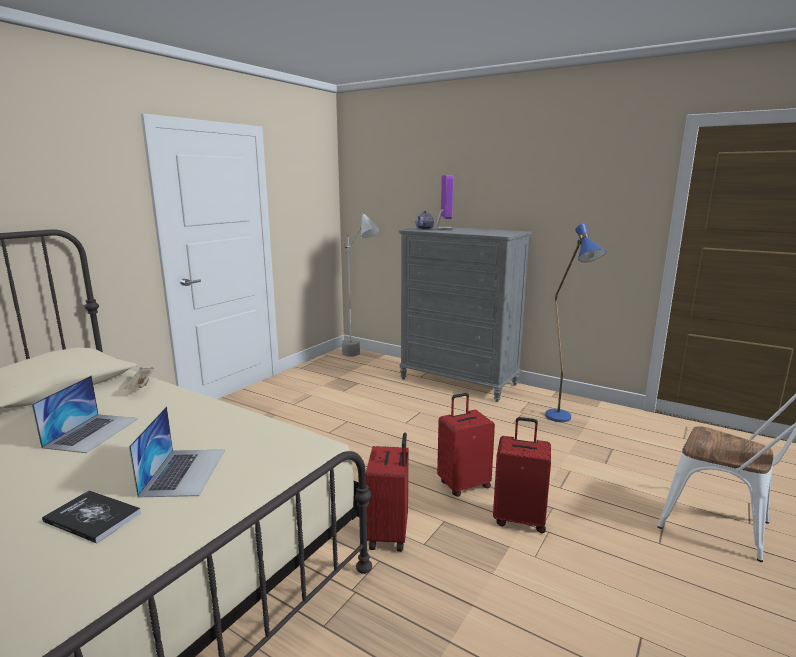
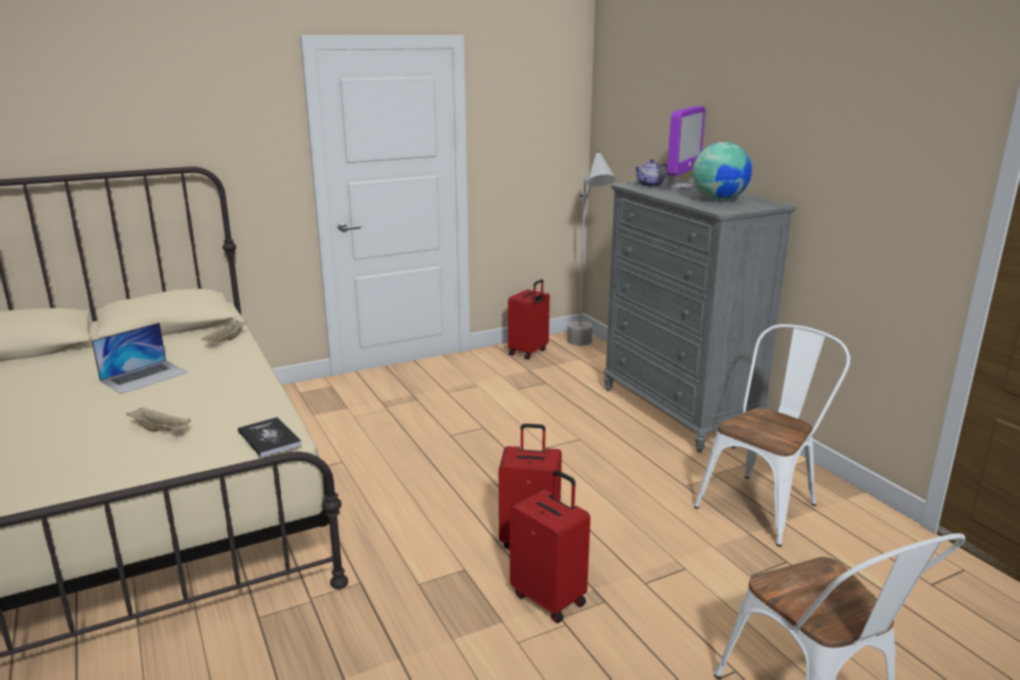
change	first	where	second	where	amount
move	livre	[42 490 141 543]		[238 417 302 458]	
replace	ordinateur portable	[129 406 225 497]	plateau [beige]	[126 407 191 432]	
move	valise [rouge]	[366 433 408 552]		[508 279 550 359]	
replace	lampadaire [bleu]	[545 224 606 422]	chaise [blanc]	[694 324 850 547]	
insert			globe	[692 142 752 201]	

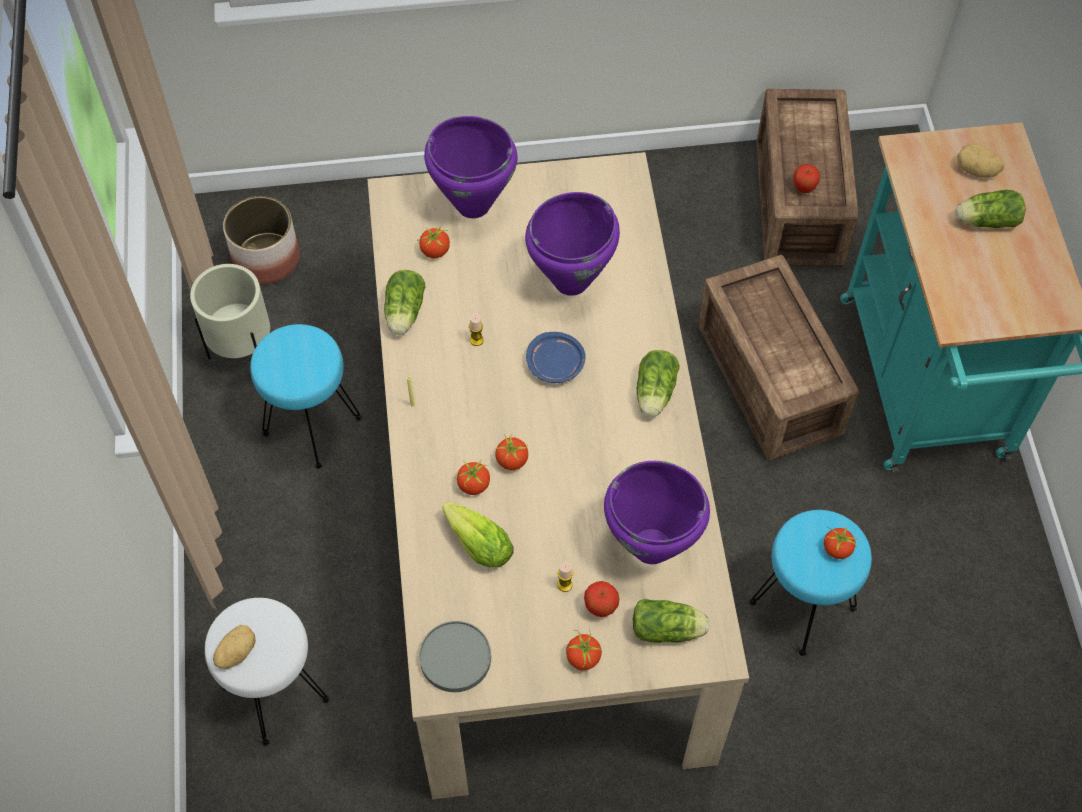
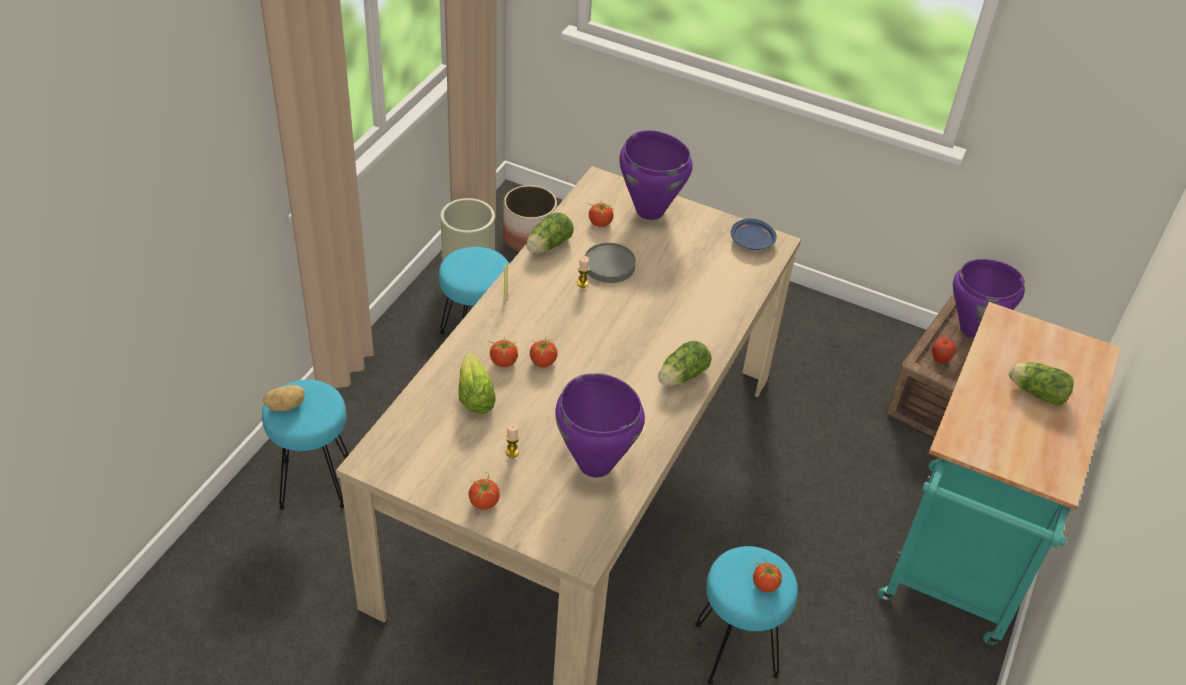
change	first	where	second	where	amount
recolor	tabouret [blanc]	[205 598 330 746]	tabouret [turquoise]	[262 380 348 510]	
move	assiette [gris]	[419 621 491 692]		[585 243 636 283]	
move	marmite [violet]	[525 192 620 296]		[953 259 1025 338]	
move	assiette [bleu]	[526 332 586 383]		[731 219 777 250]	
delete	pomme	[584 581 619 617]			
delete	laitue	[633 599 710 643]			
delete	caisse	[698 255 859 460]			
delete	pomme de terre	[957 144 1005 178]			

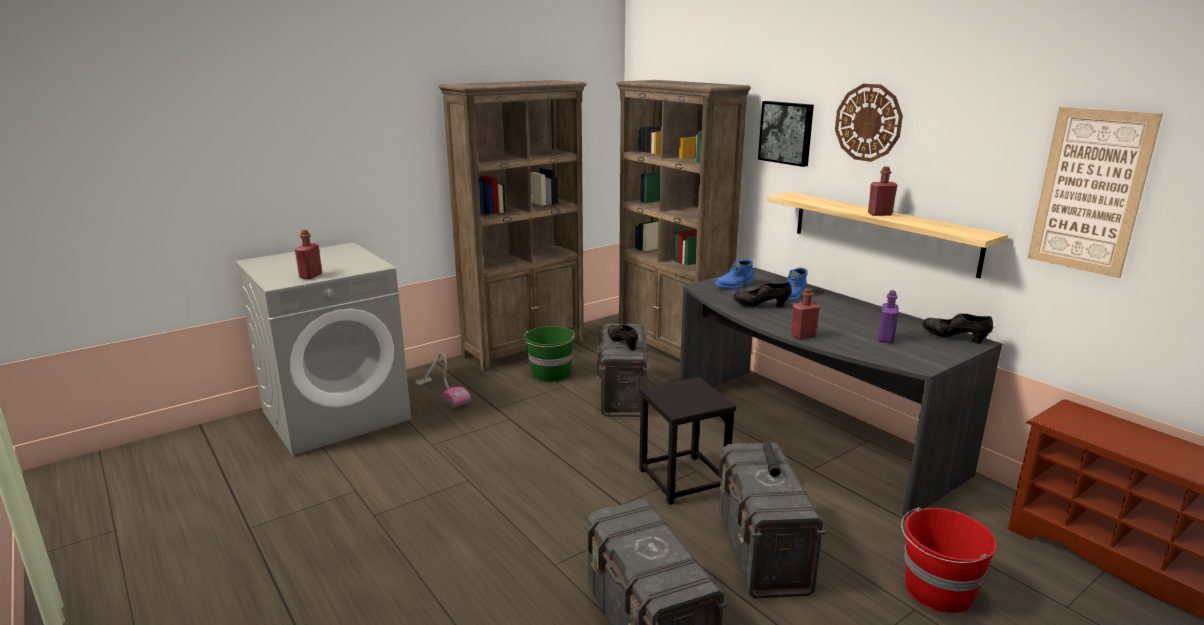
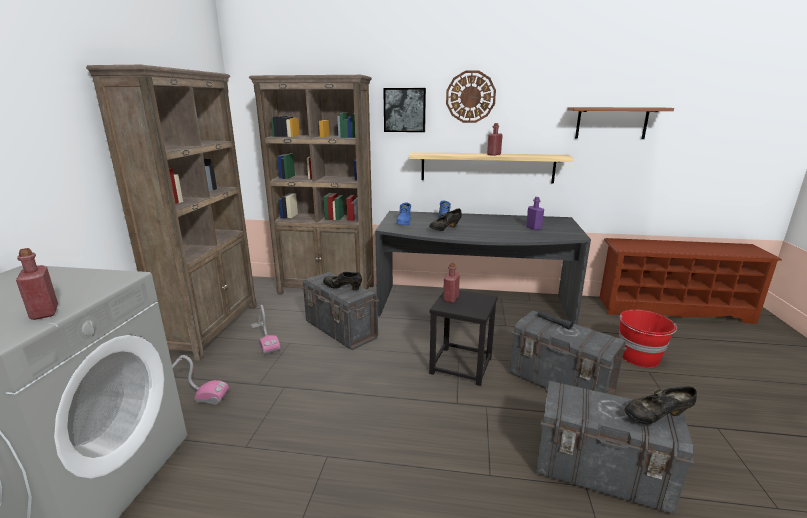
change	first	where	second	where	amount
replace	seau [vert]	[523 326 575 382]	aspirateur	[251 305 280 355]	
move	bouteille [rouge]	[791 288 820 339]		[443 263 460 303]	
move	chaussure [noir]	[922 313 993 344]		[624 386 697 424]	
replace	tableau	[1028 107 1163 278]	étagère [marron]	[567 107 674 139]	

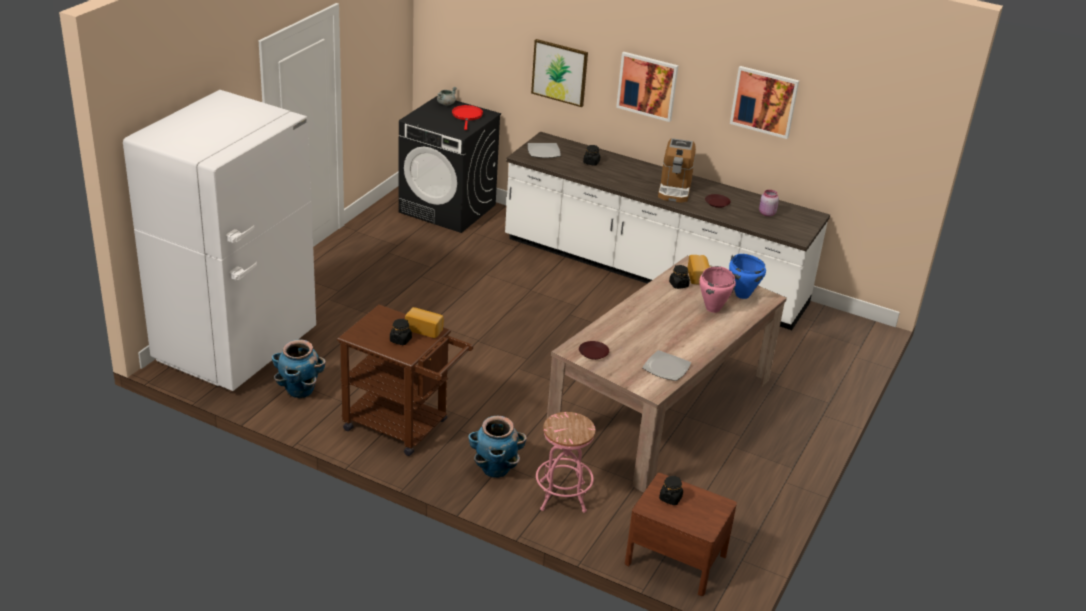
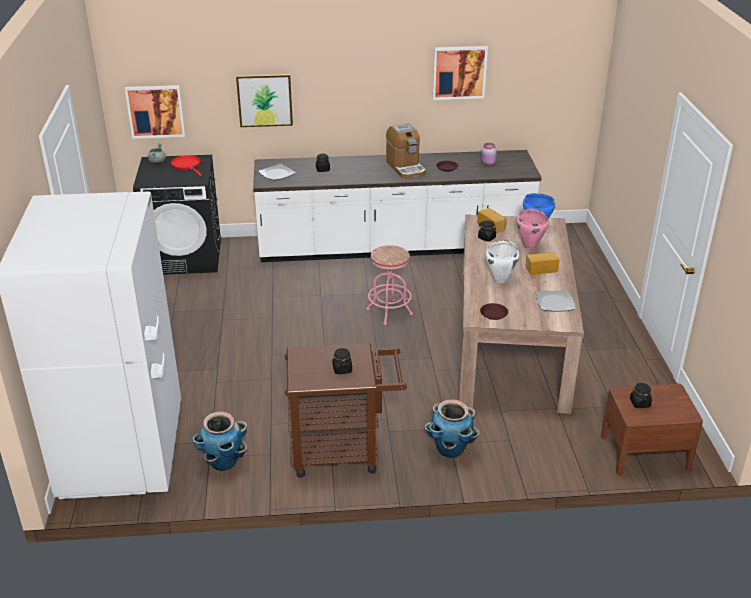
change	first	where	second	where	amount
move	pain	[405 307 444 338]		[526 252 560 275]	
move	tabouret [rose]	[536 412 595 513]		[366 245 413 325]	
move	tableau	[616 52 678 122]		[125 85 185 139]	
insert			marmite [blanc]	[486 241 519 283]	

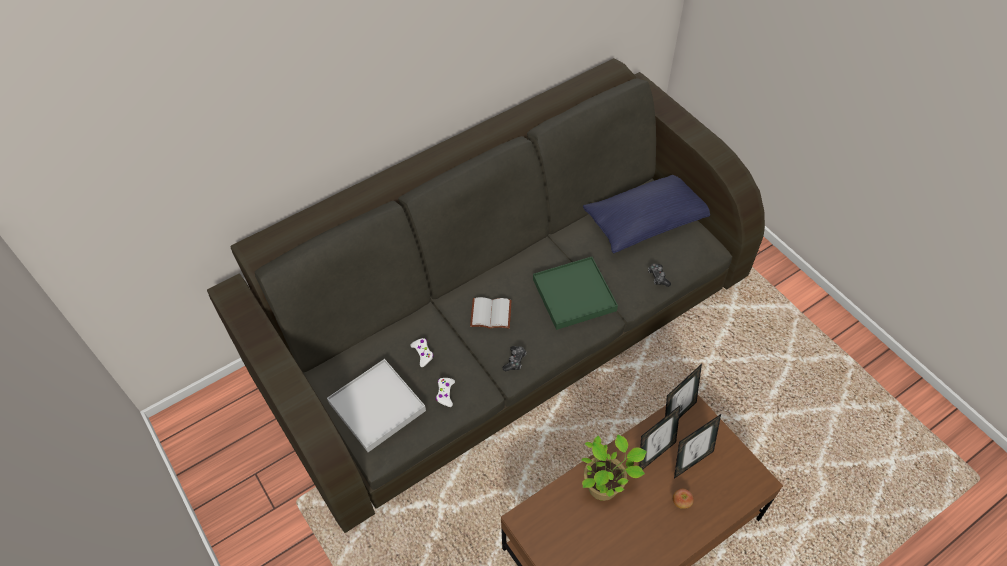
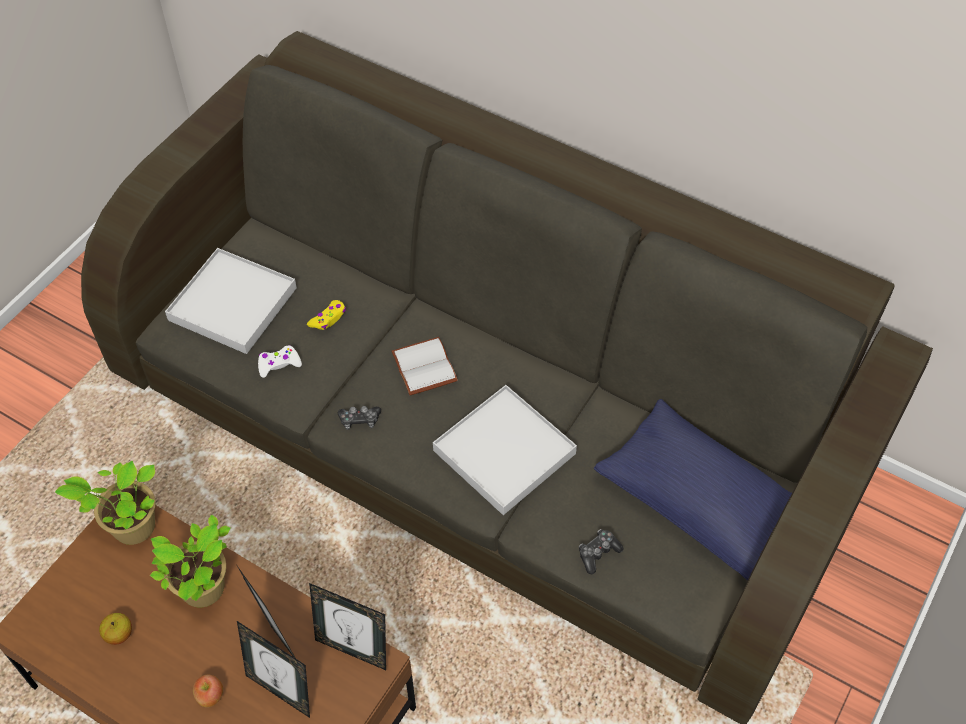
change	first	where	second	where	amount
recolor	manette [blanc]	[410 338 434 367]	manette [jaune]	[307 300 346 330]	
recolor	plateau [vert]	[533 257 618 330]	plateau [blanc]	[433 385 577 515]	
rotate	cadre photo	[639 405 681 470]		[237 566 295 658]	150 degrees counterclockwise
insert			plante en pot	[55 461 155 545]	
insert			pomme	[99 613 132 645]	

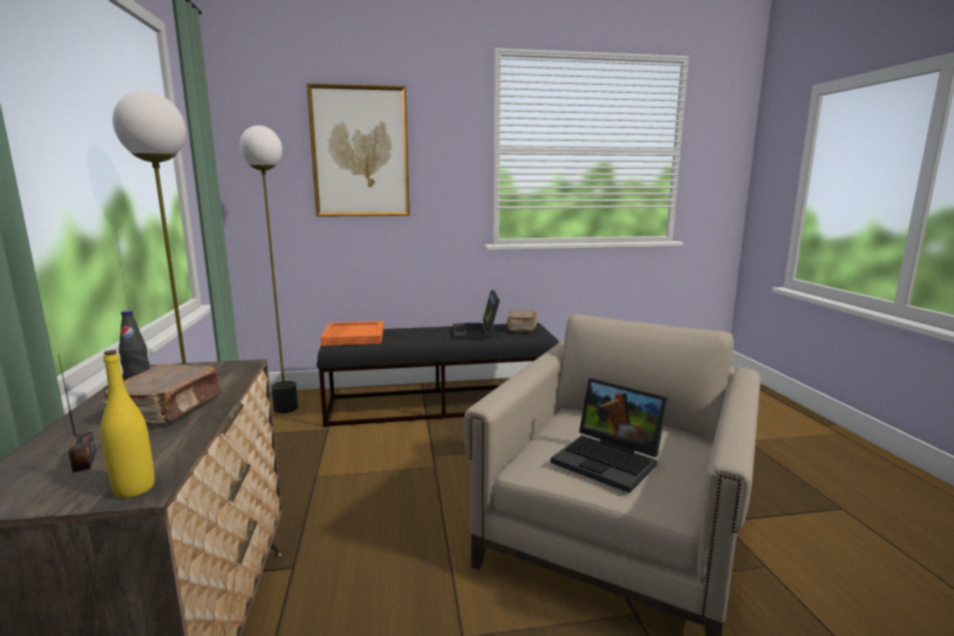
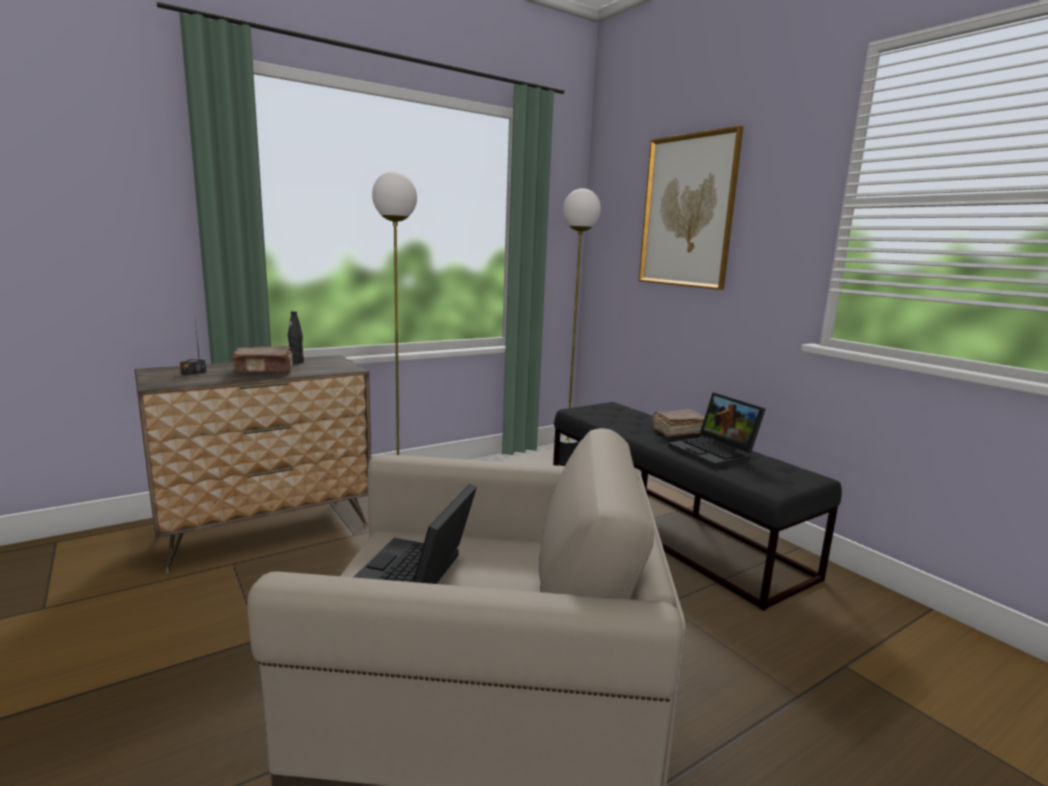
change	first	where	second	where	amount
delete	bouteille [jaune]	[101 350 155 498]			
delete	plateau [orange]	[320 321 384 346]			
rotate	ordinateur portable	[453 290 500 339]		[668 393 766 468]	90 degrees counterclockwise
move	livre [marron]	[507 310 537 332]		[652 410 705 437]	

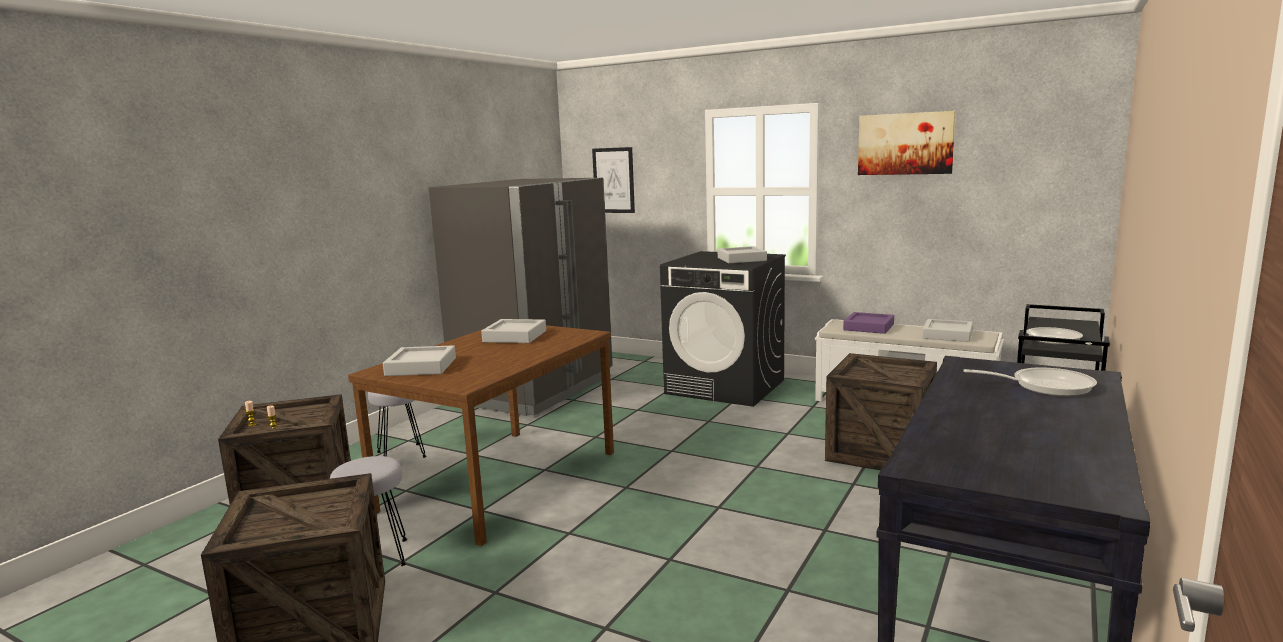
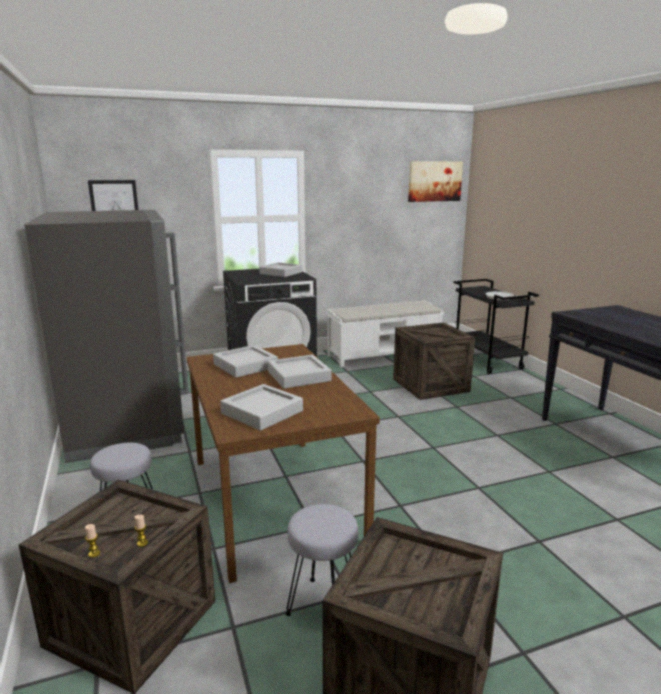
change	first	where	second	where	amount
delete	plateau [violet]	[843 312 894 334]			
move	tableau	[858 111 956 175]		[408 161 463 202]	
move	plateau [gris]	[922 319 973 342]		[268 355 332 389]	
delete	poêle	[963 367 1097 397]			

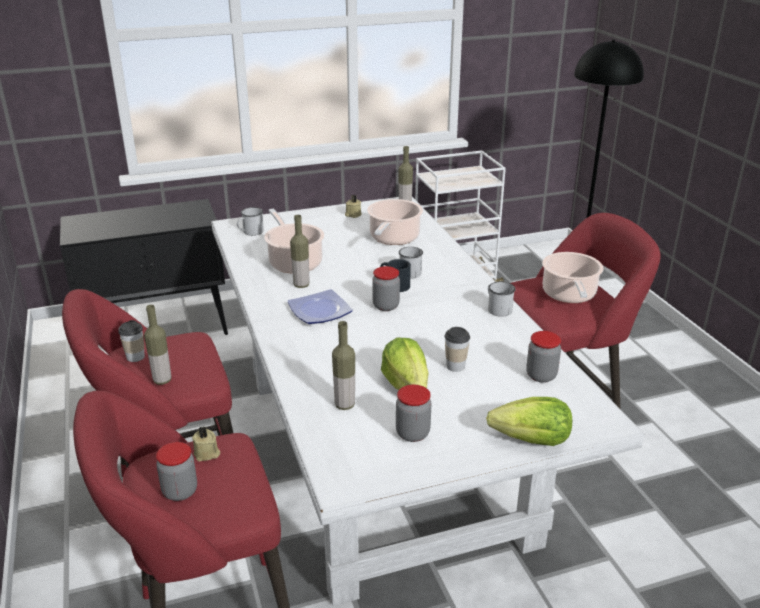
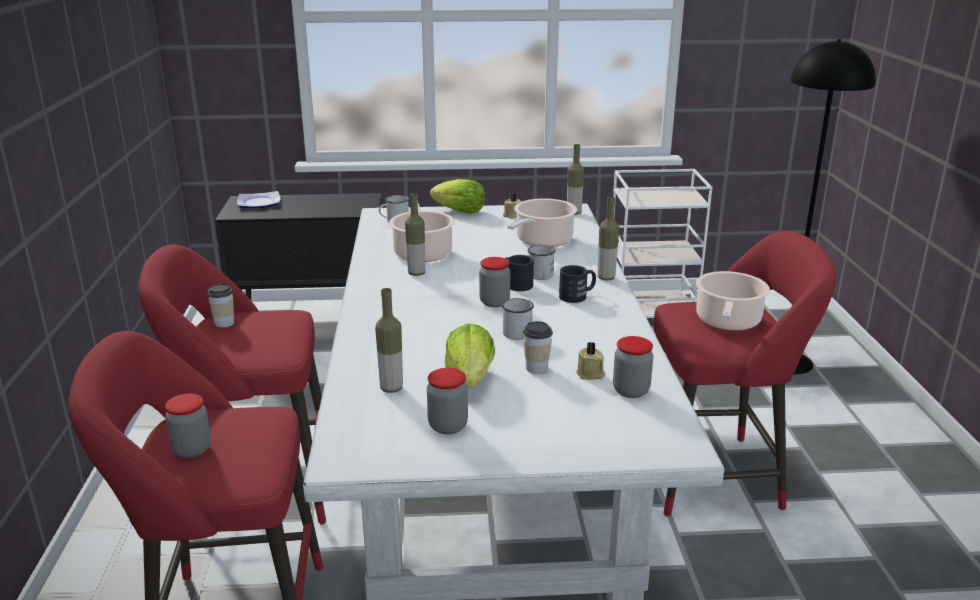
change	first	where	second	where	amount
move	bouteille	[144 305 171 385]		[597 197 619 281]	
move	bougie [beige]	[192 426 220 461]		[576 342 605 380]	
move	assiette	[288 289 353 324]		[237 191 281 208]	
move	laitue	[486 397 572 446]		[430 179 485 214]	
move	mug [blanc]	[488 282 516 317]		[502 298 534 340]	
insert			mug [noir]	[559 265 596 303]	

